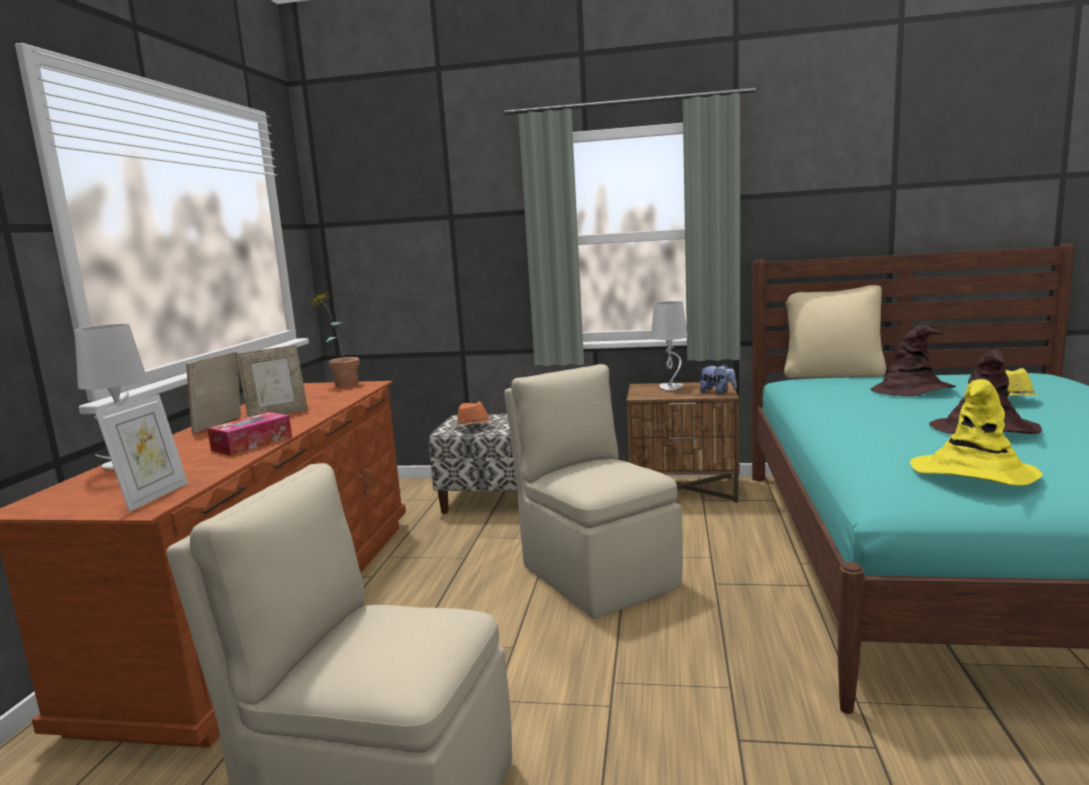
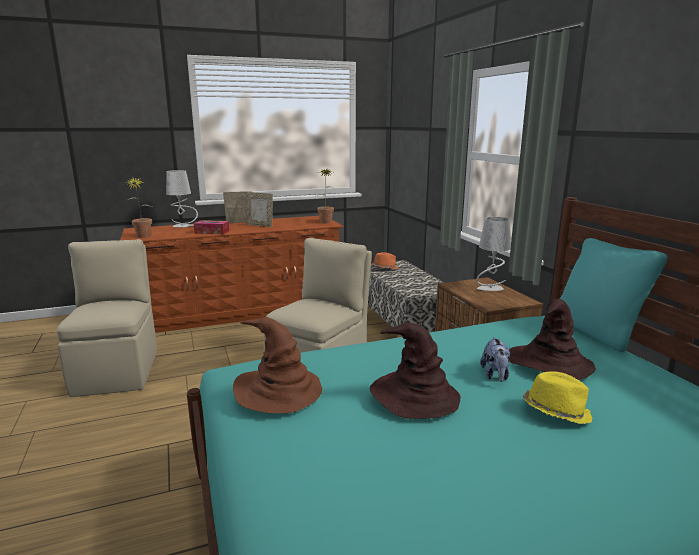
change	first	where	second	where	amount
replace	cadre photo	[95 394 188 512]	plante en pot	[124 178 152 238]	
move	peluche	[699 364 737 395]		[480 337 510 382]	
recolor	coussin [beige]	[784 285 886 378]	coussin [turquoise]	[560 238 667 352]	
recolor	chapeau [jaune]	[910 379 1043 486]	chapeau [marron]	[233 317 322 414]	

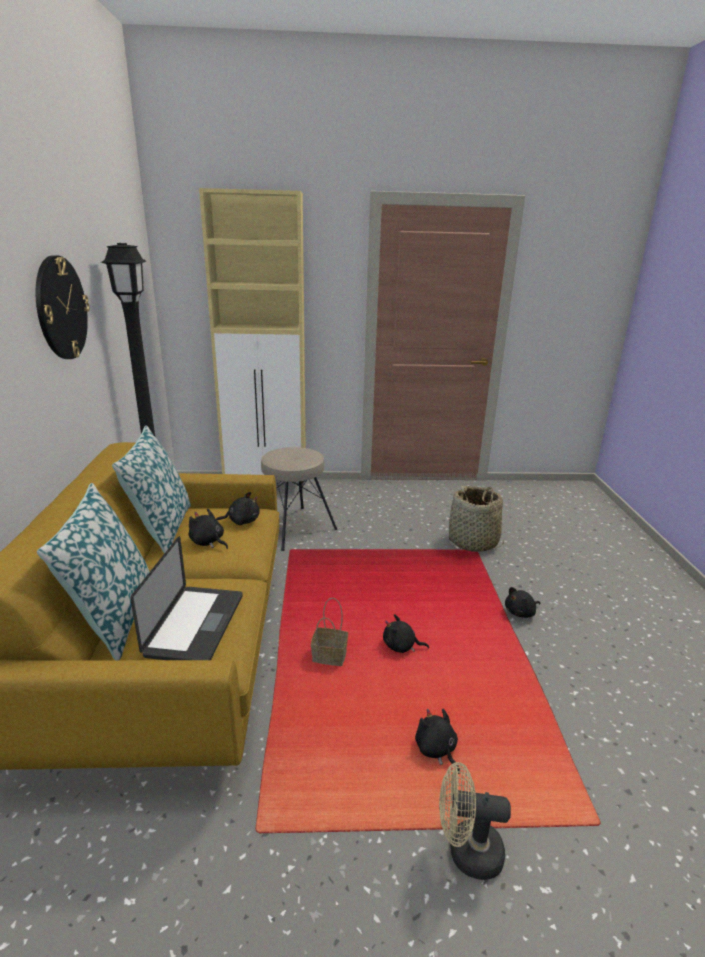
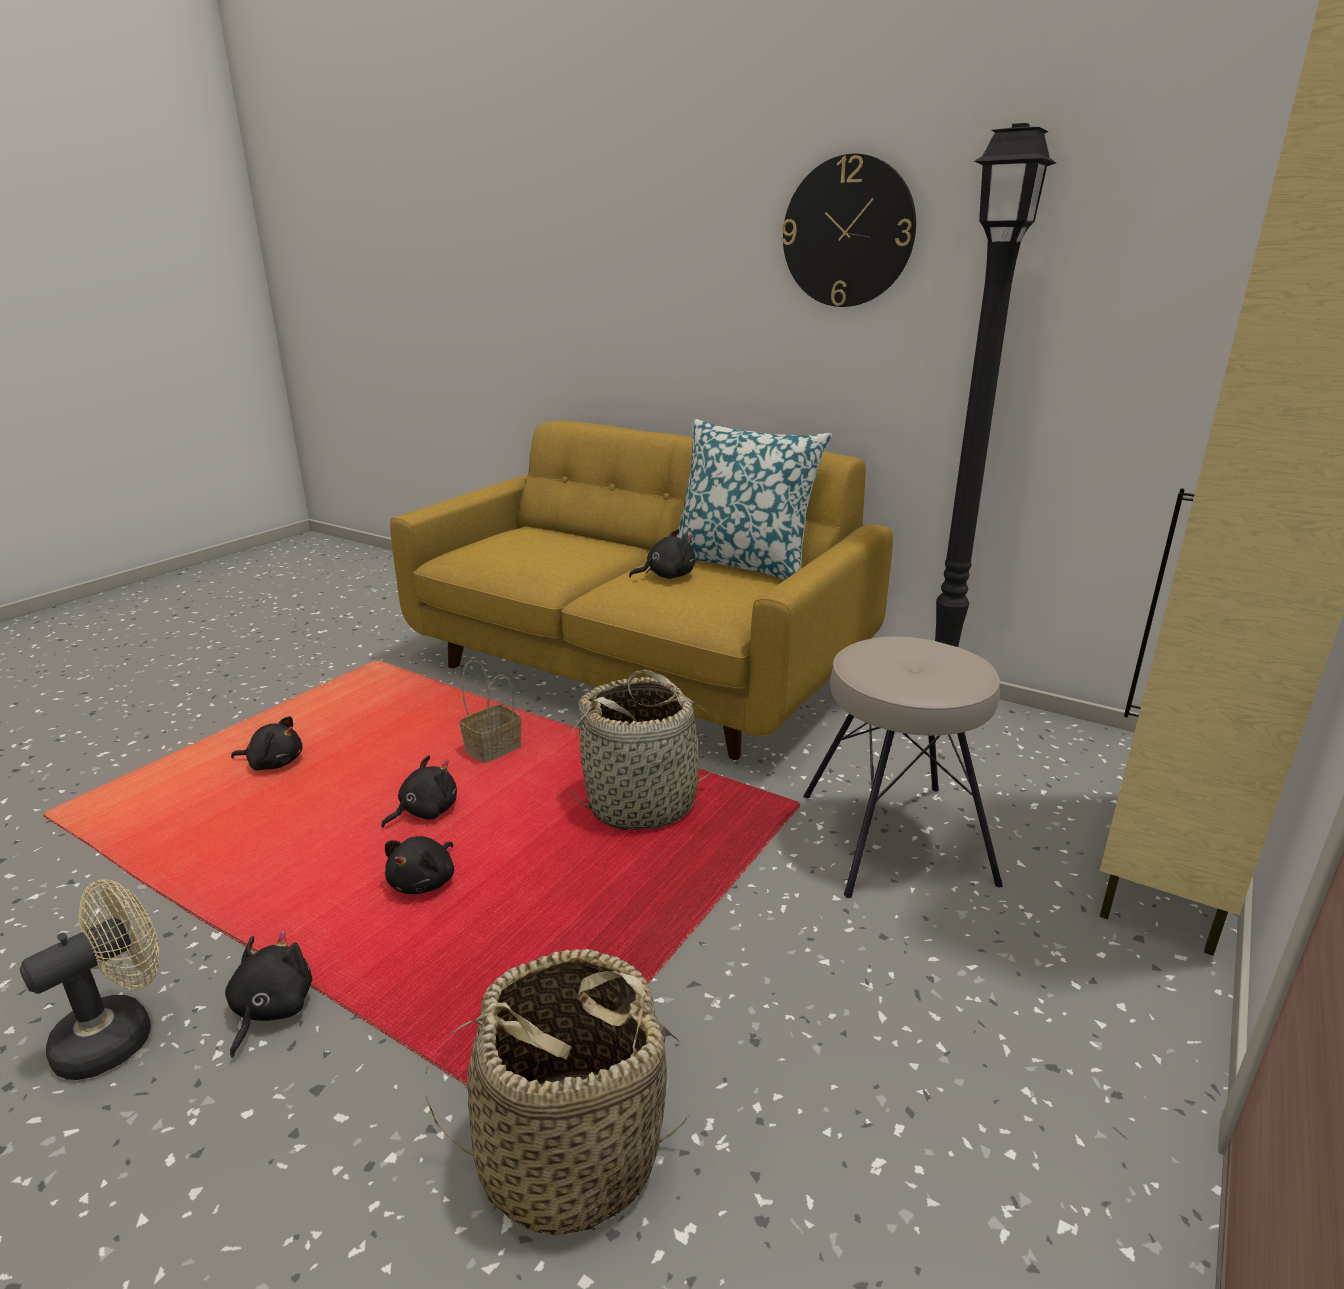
change	first	where	second	where	amount
delete	coussin	[37 483 149 660]			
delete	ordinateur portable	[130 536 243 660]			
move	peluche [noir]	[216 492 260 525]		[385 836 454 894]	
move	ventilateur [beige]	[439 762 511 880]		[19 879 159 1080]	
insert			panier	[569 670 725 830]	

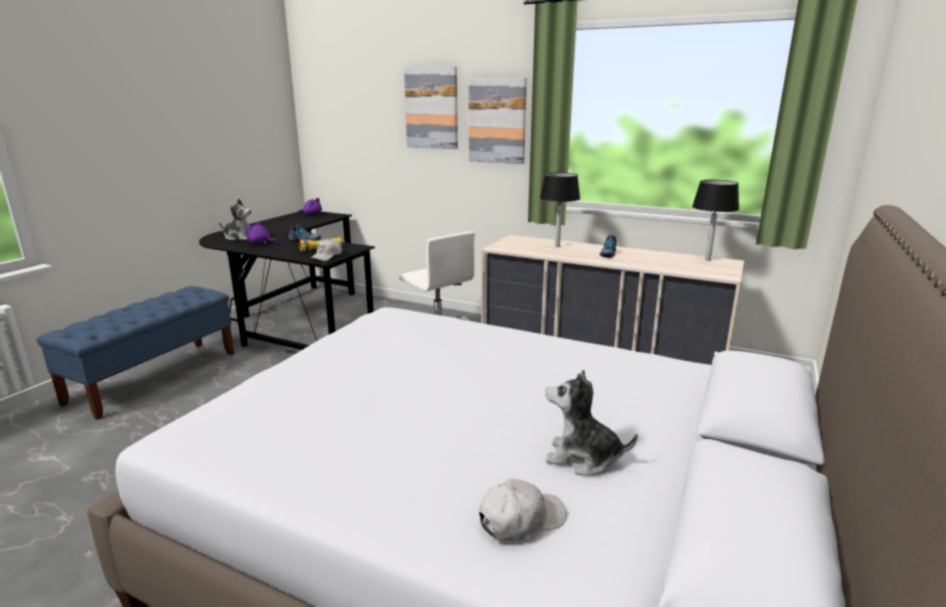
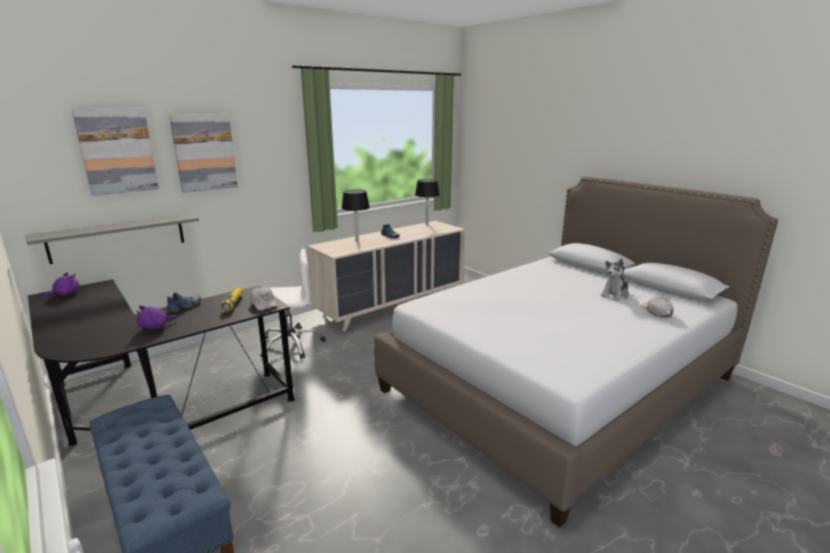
change	first	where	second	where	amount
delete	peluche	[219 199 251 241]			
move	tableau	[468 78 527 164]		[72 109 159 196]	
insert			étagère [gris]	[26 213 199 264]	

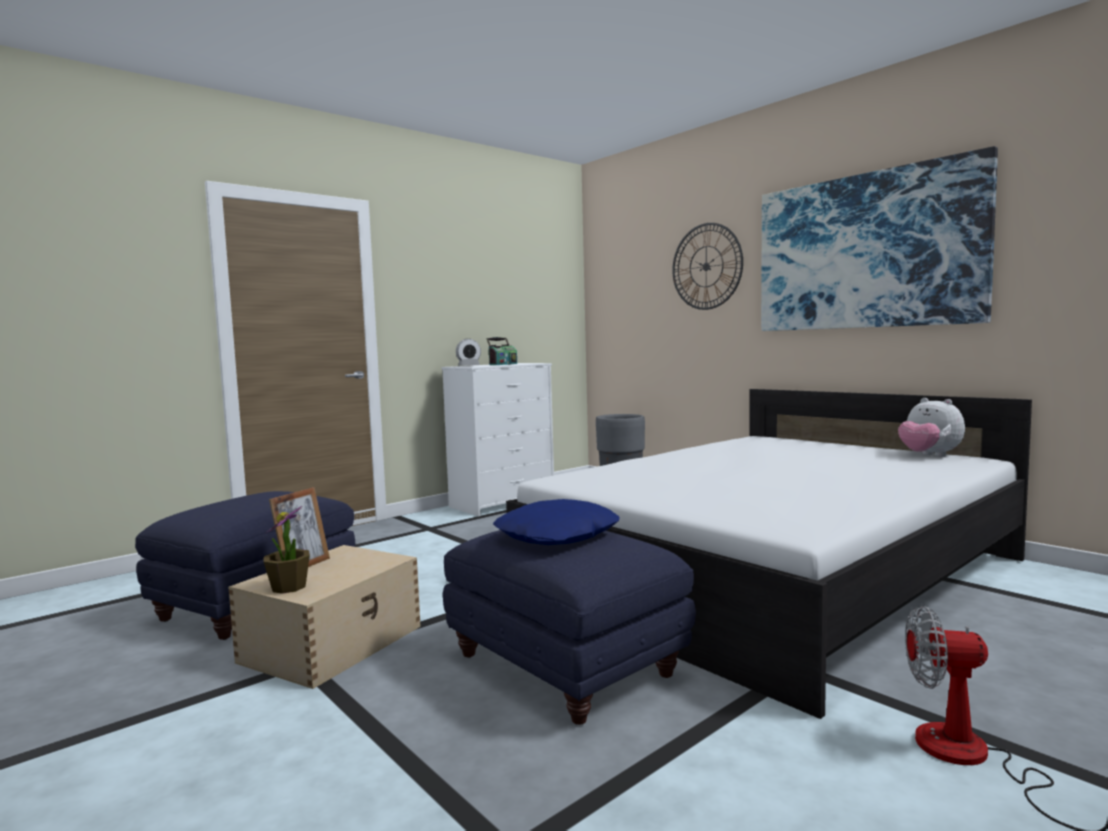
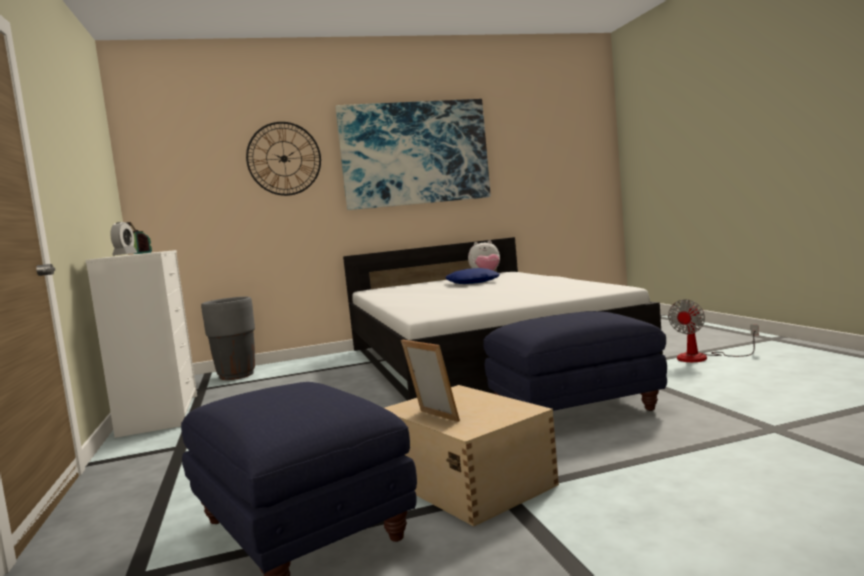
change	first	where	second	where	amount
delete	plante en pot	[263 506 310 594]			
move	coussin [bleu]	[493 499 620 545]		[445 268 500 284]	

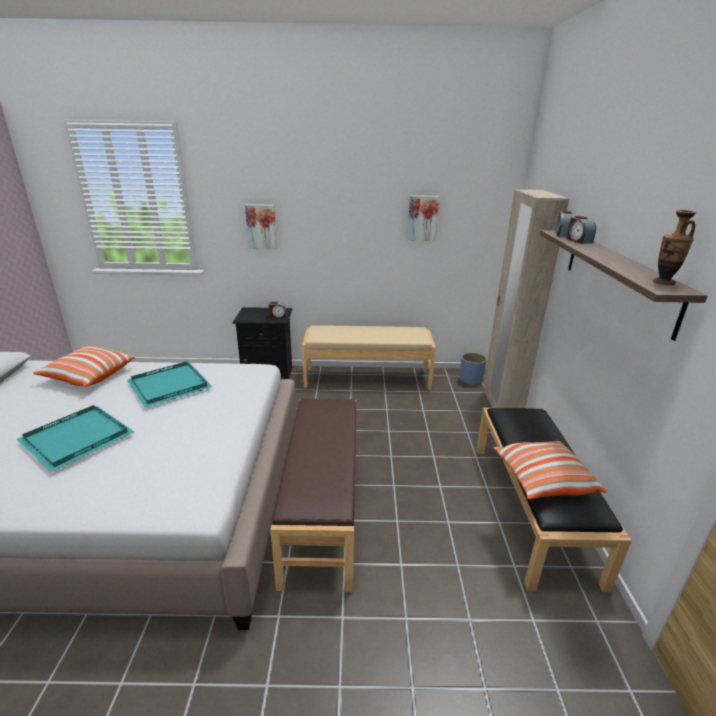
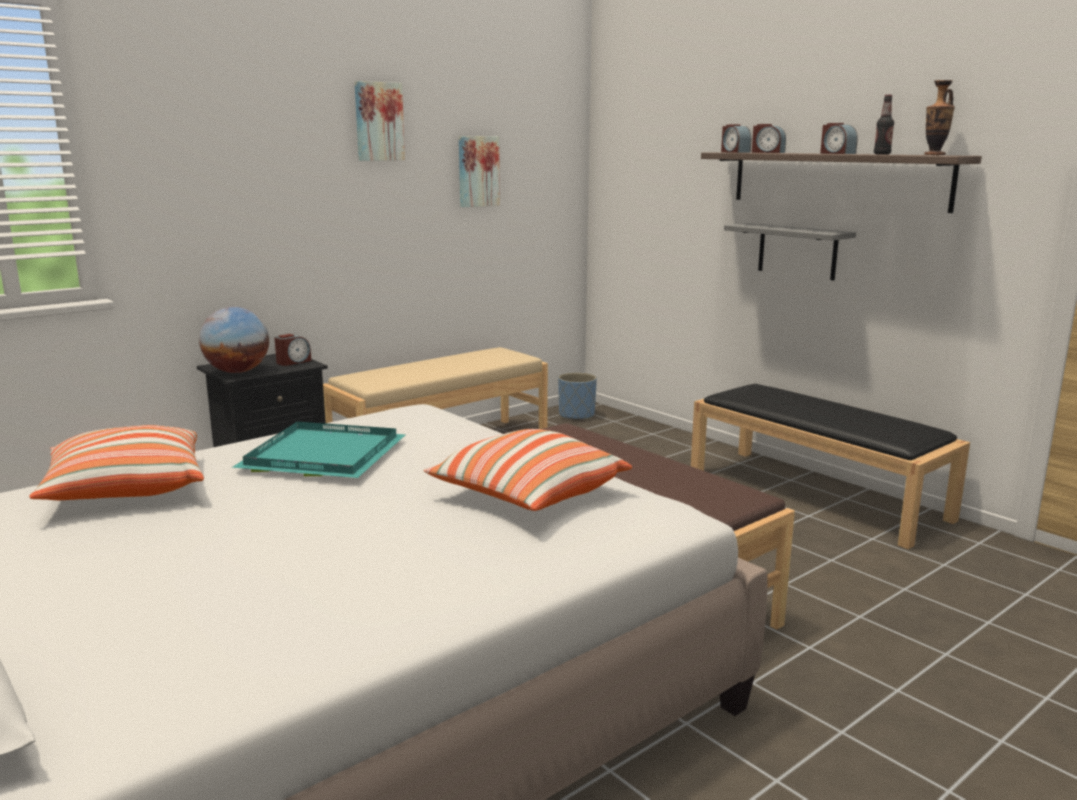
change	first	where	second	where	amount
delete	plateau [turquoise]	[16 405 134 472]			
move	tableau	[245 204 277 249]		[355 81 405 161]	
delete	armoire [beige]	[484 189 570 408]			
move	coussin	[493 441 607 500]		[424 429 632 511]	
insert			globe	[199 307 269 373]	
insert			étagère [gris]	[724 223 856 281]	
insert			réveil	[820 123 858 154]	
insert			bouteille	[874 95 894 154]	

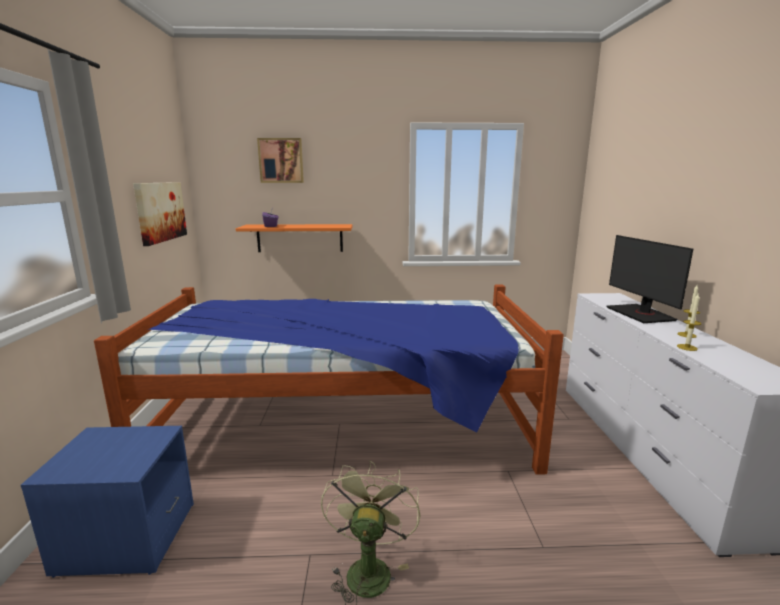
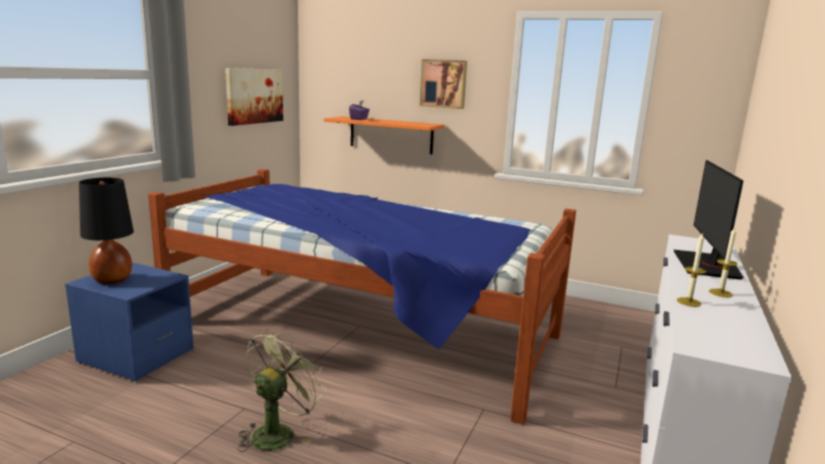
change	first	where	second	where	amount
move	tableau	[257 138 304 183]		[420 59 467 109]	
insert			lampe de table [noir]	[79 178 134 284]	

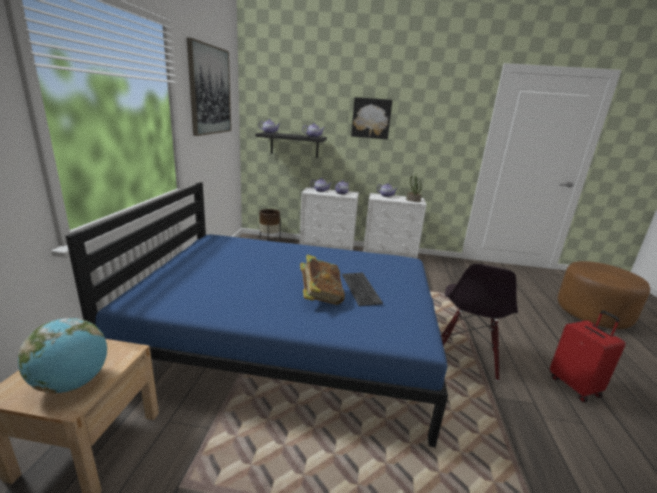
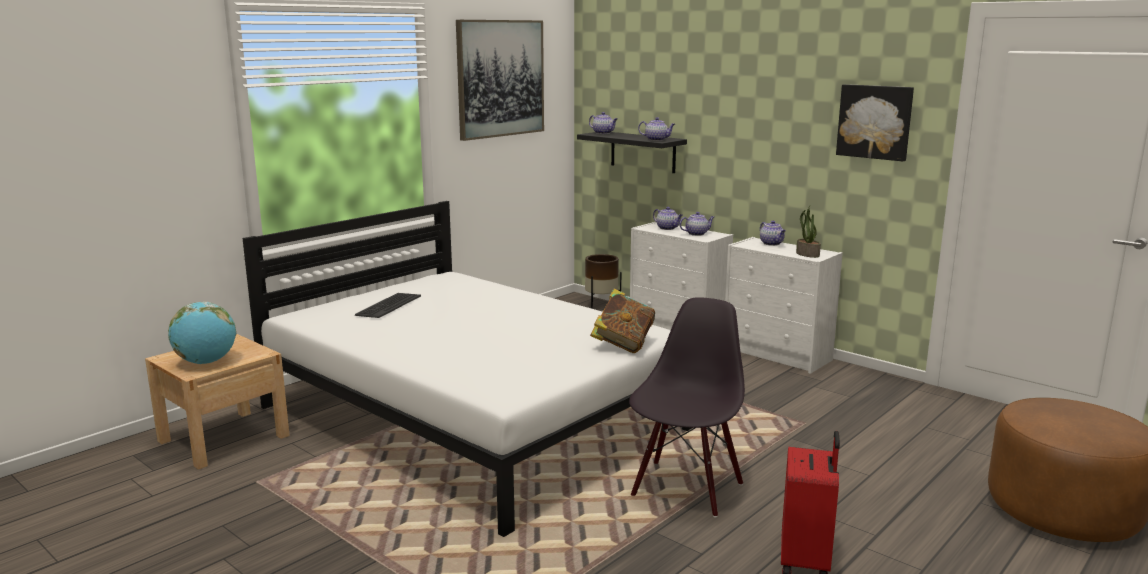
change	first	where	second	where	amount
recolor	lit [bleu]	[66 182 448 447]	lit [blanc]	[243 201 692 537]	
move	livre	[300 254 345 305]		[590 289 655 353]	
move	clavier	[342 273 383 306]		[355 293 421 318]	
move	tableau	[351 97 393 139]		[836 84 914 161]	
rotate	chaise [noir]	[441 264 518 381]		[629 297 745 518]	150 degrees clockwise

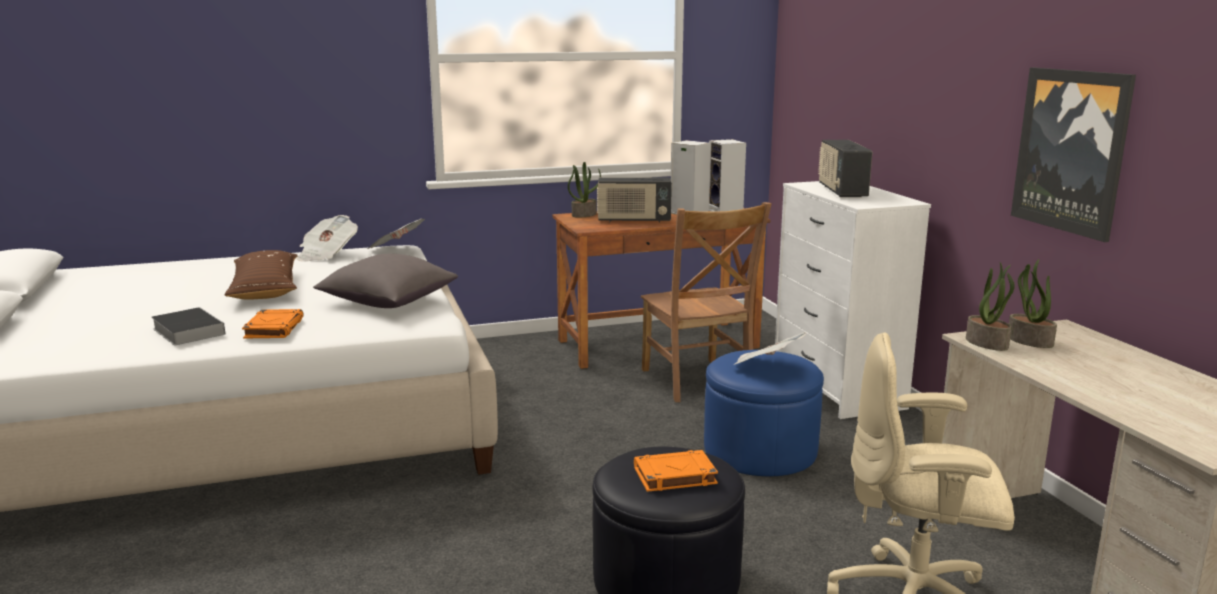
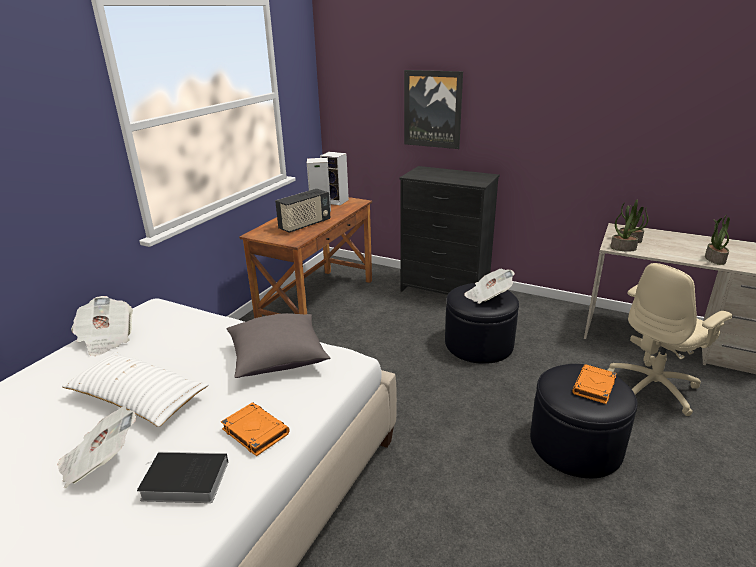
change	first	where	second	where	amount
recolor	coussin [marron]	[224 250 298 300]	coussin [blanc]	[62 352 209 427]	
move	journal	[367 219 425 249]		[57 406 136 488]	
move	plante en pot	[568 162 601 218]		[705 215 730 265]	
delete	chaise [marron]	[641 202 772 402]			
recolor	pouf [bleu]	[704 350 824 476]	pouf [noir]	[445 283 519 364]	
recolor	commode [blanc]	[775 181 931 419]	commode [noir]	[399 166 500 295]	
delete	radio	[818 140 872 197]			
move	tableau	[1011 67 1136 242]		[404 70 463 149]	

